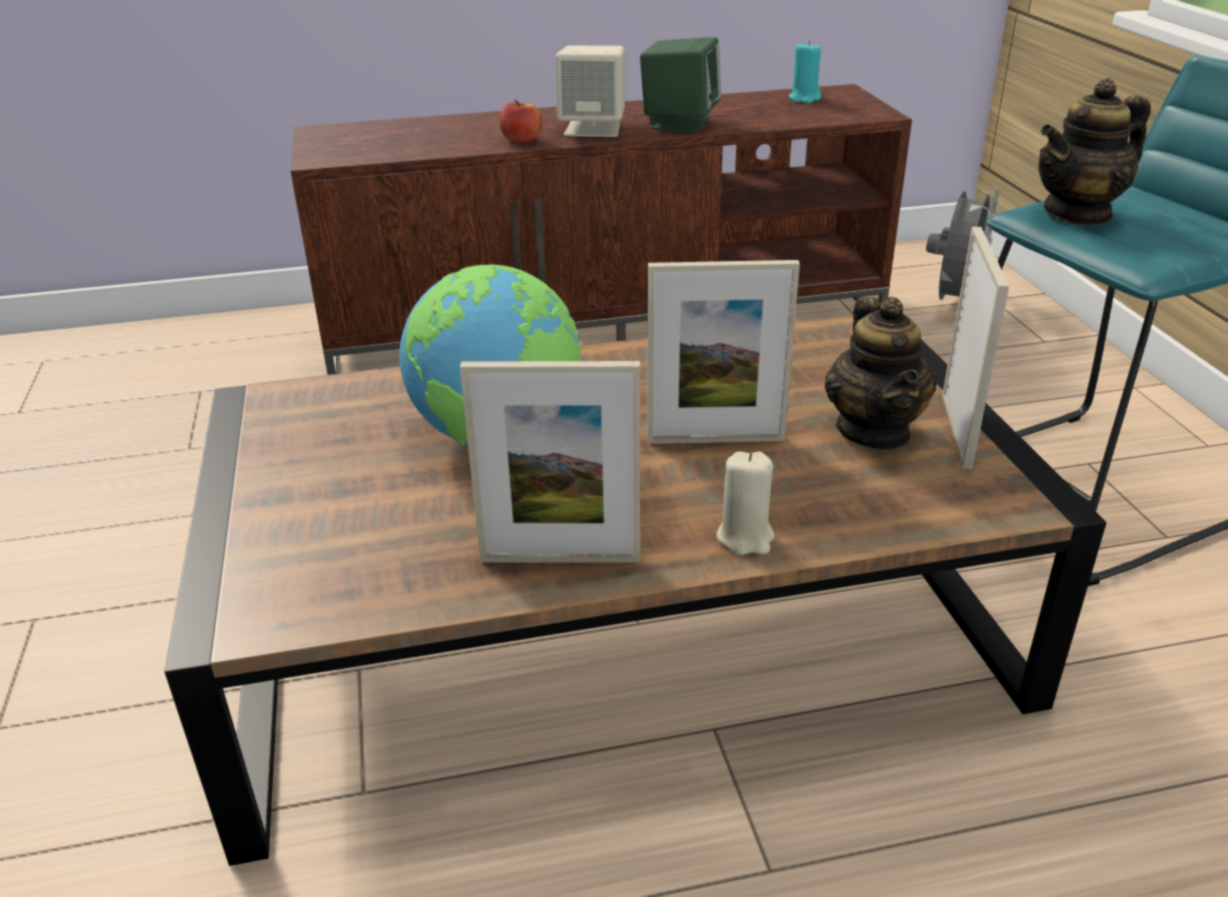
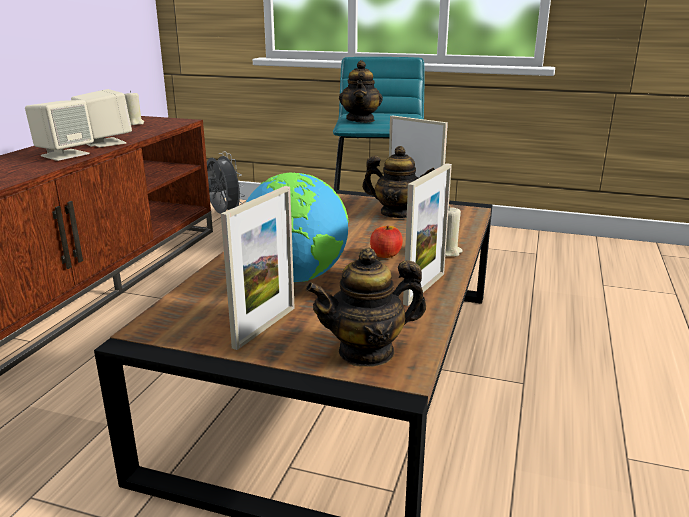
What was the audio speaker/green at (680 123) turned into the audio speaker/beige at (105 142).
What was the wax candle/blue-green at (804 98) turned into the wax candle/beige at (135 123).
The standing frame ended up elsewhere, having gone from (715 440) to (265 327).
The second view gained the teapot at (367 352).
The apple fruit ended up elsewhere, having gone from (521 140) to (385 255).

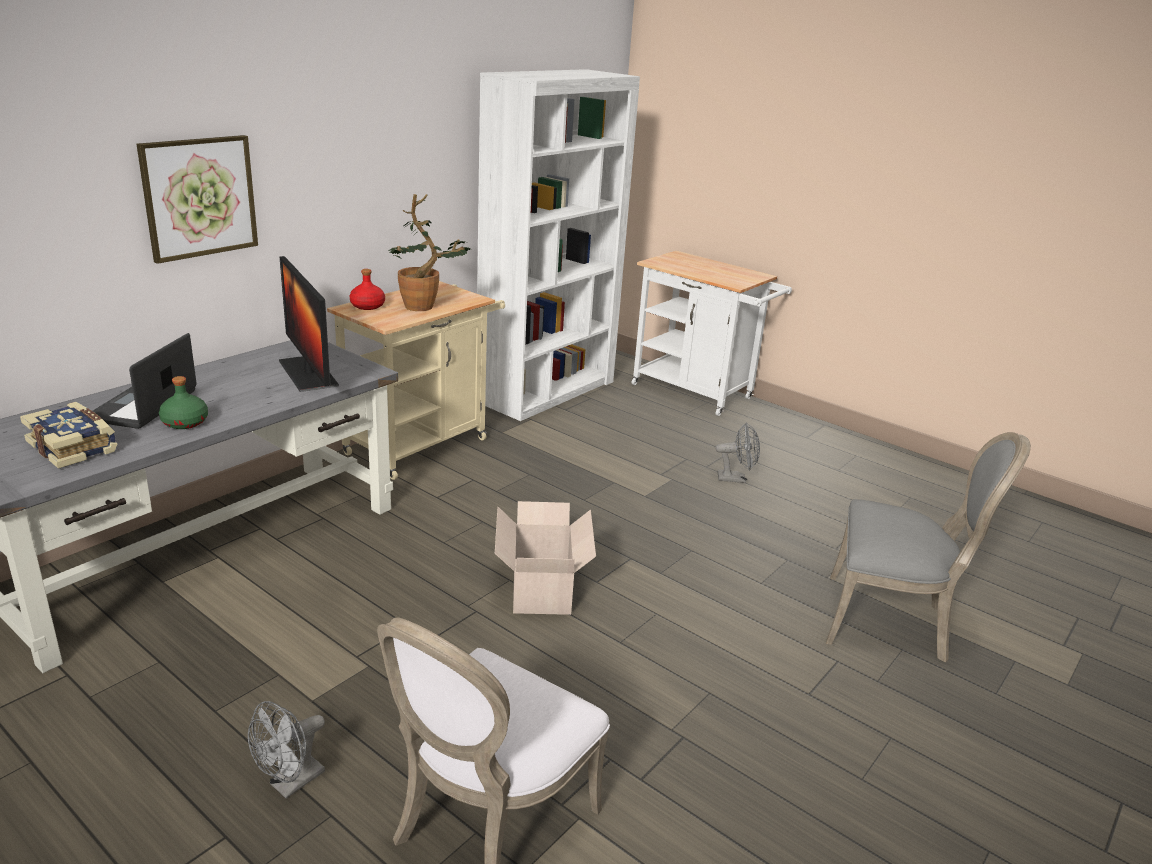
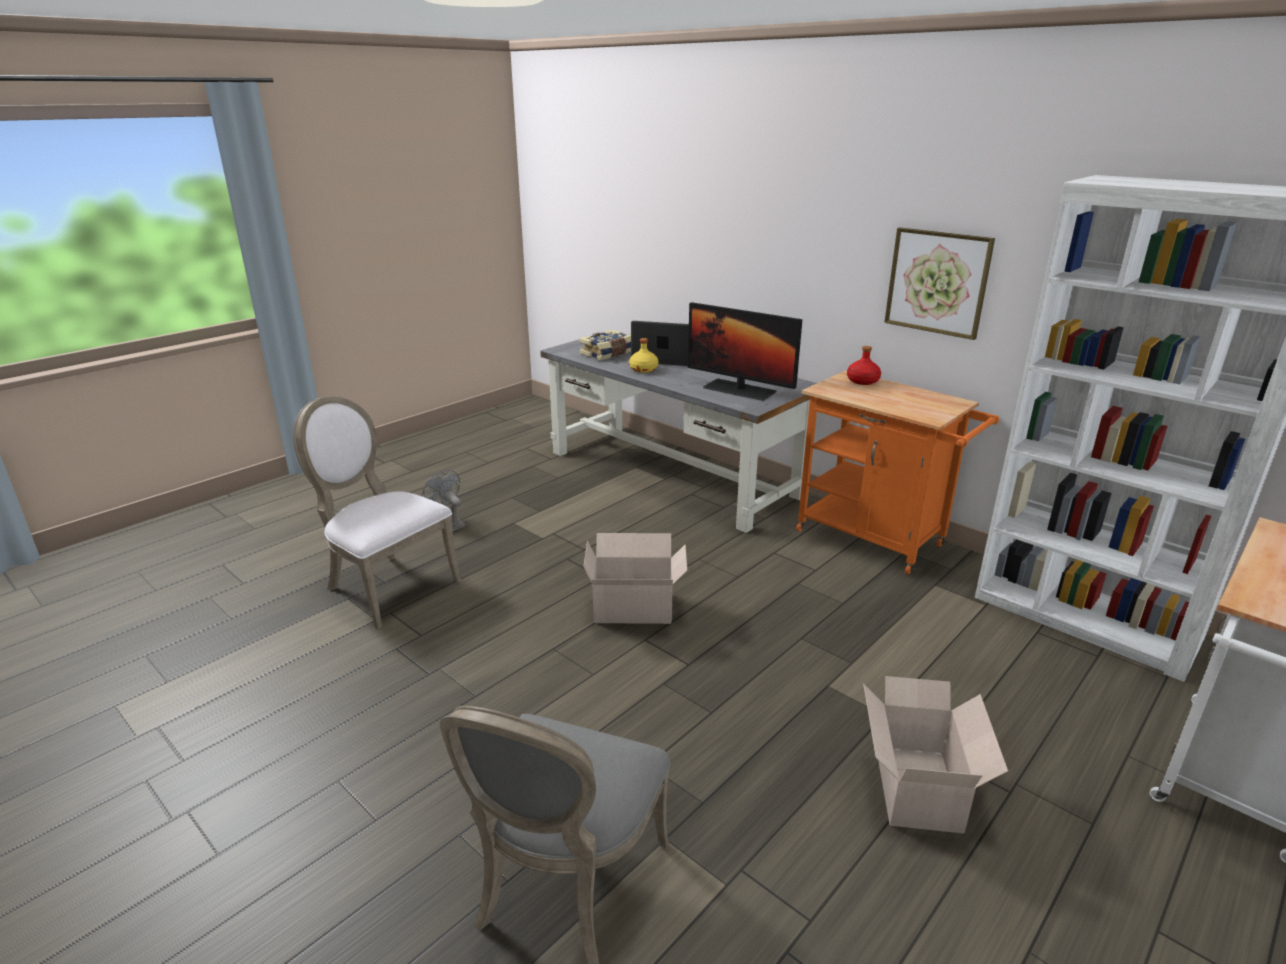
What was the bottle/green at (185 422) turned into the bottle/yellow-coloured at (643 369).
The computer screen at (308 373) ended up facing another way, 120 degrees counterclockwise from before.
What was the wheeled cart/beige at (423 443) turned into the wheeled cart/orangey at (878 540).
Where the cooling fan/greyish stood at (736 478), the packing box came to stand at (917 785).
The picture ended up elsewhere, having gone from (199 197) to (937 282).
The second view lost the houseplant at (426 306).

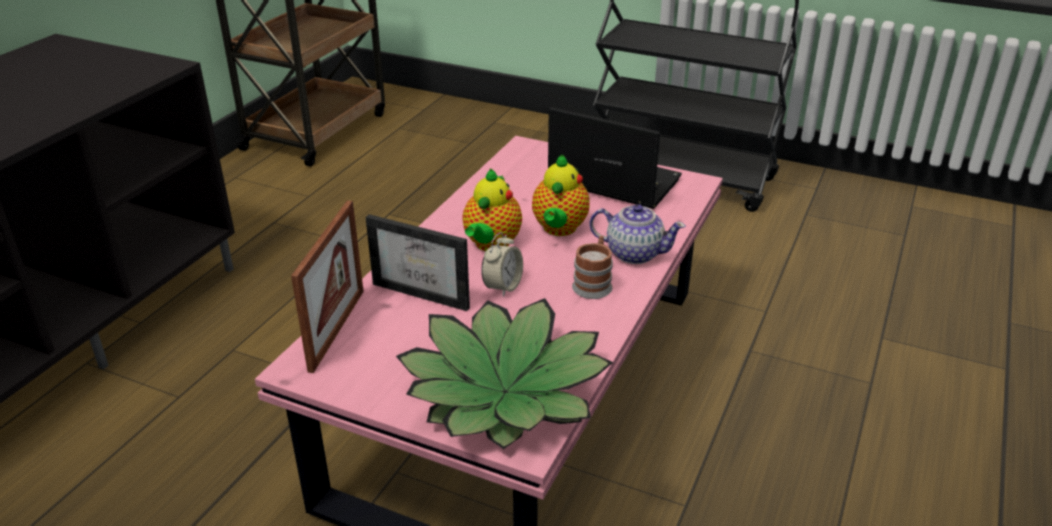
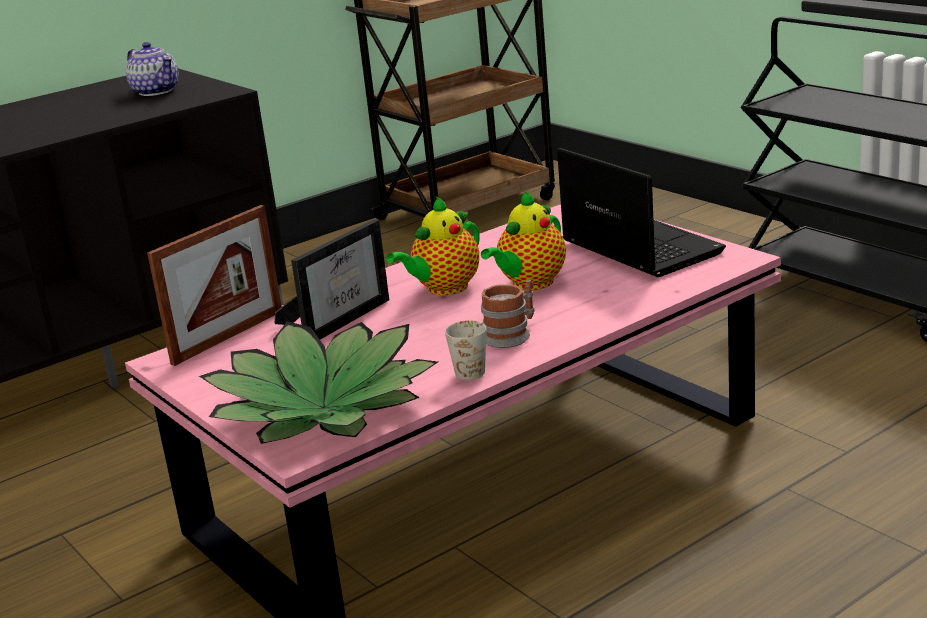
The teapot ended up elsewhere, having gone from (634 253) to (156 91).
The standing frame at (428 291) ended up facing another way, 105 degrees counterclockwise from before.
The second view gained the mug/whitish at (473 368).
The second view lost the bedside clock at (502 287).

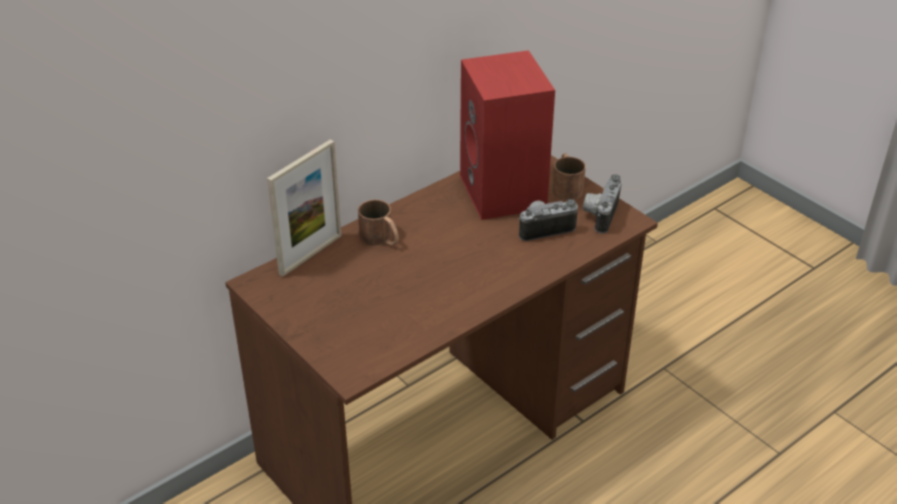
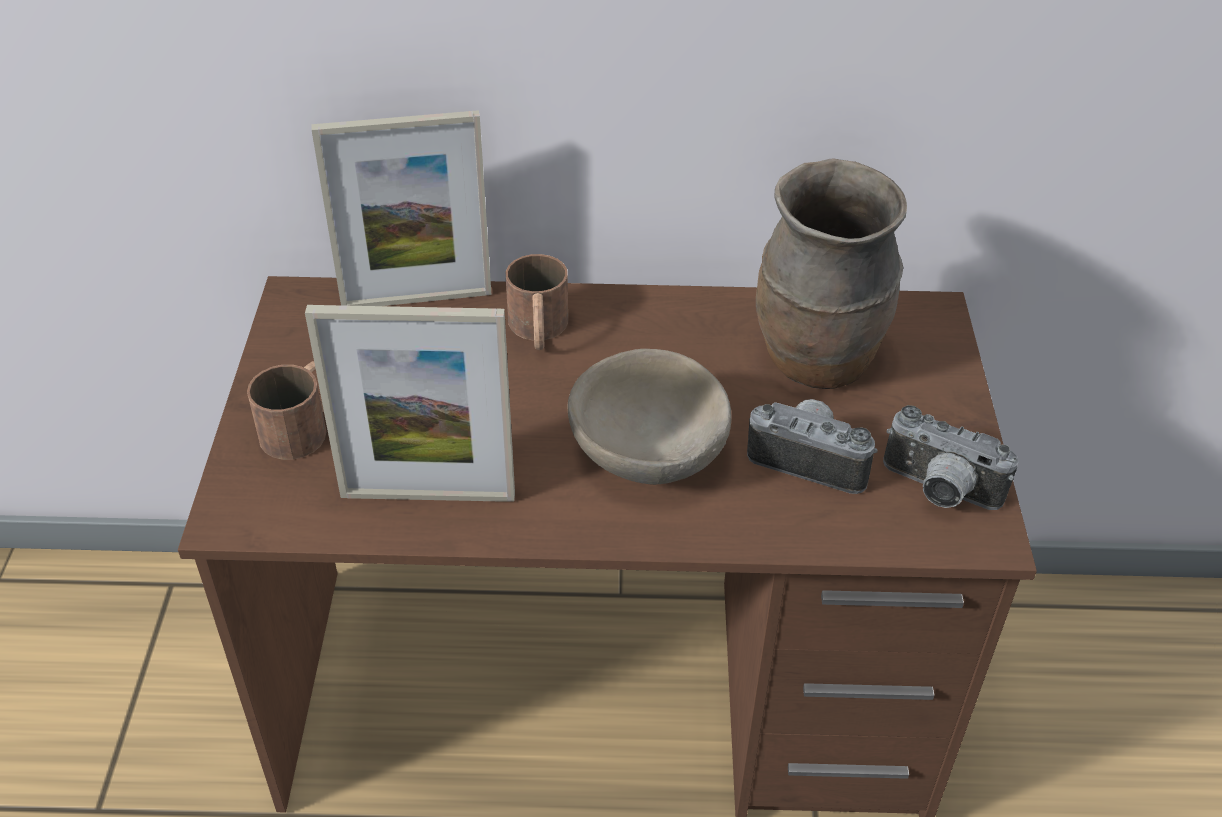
The mug/brown-coloured ended up elsewhere, having gone from (566 186) to (305 425).
The second view gained the standing frame at (428 495).
The second view gained the bowl/beige at (646 454).
Where the audio speaker/reddish stood at (505 193), the flower vase/brown-coloured came to stand at (817 363).
The photo camera at (599 215) ended up facing another way, 120 degrees counterclockwise from before.

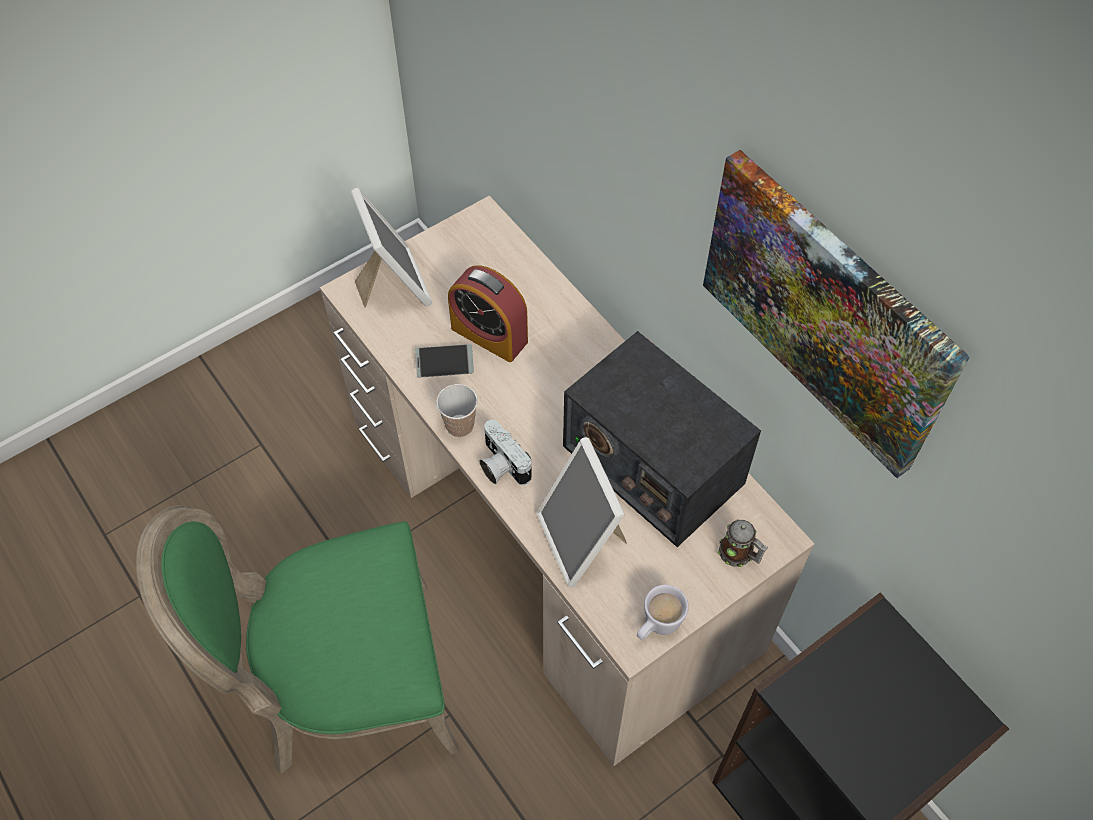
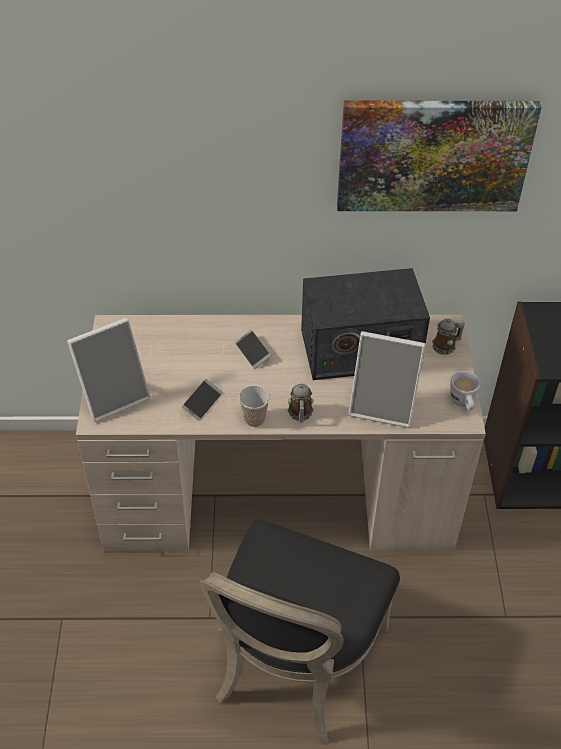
The standing frame at (392 284) ended up facing another way, 135 degrees clockwise from before.
What was the chair/green at (347 685) turned into the chair/blackish at (294 666).
The second view gained the handset at (252 352).
Where the photo camera stood at (500 465), the mug came to stand at (300 415).
The second view lost the bedside clock at (489 335).

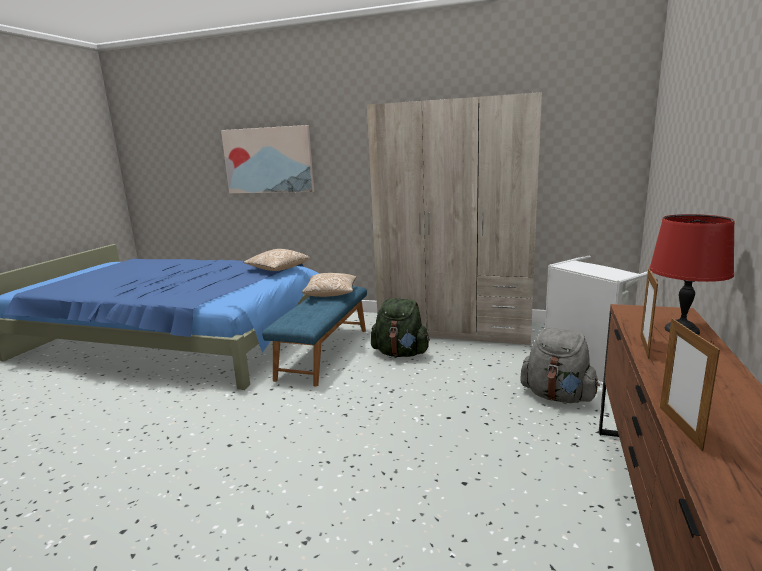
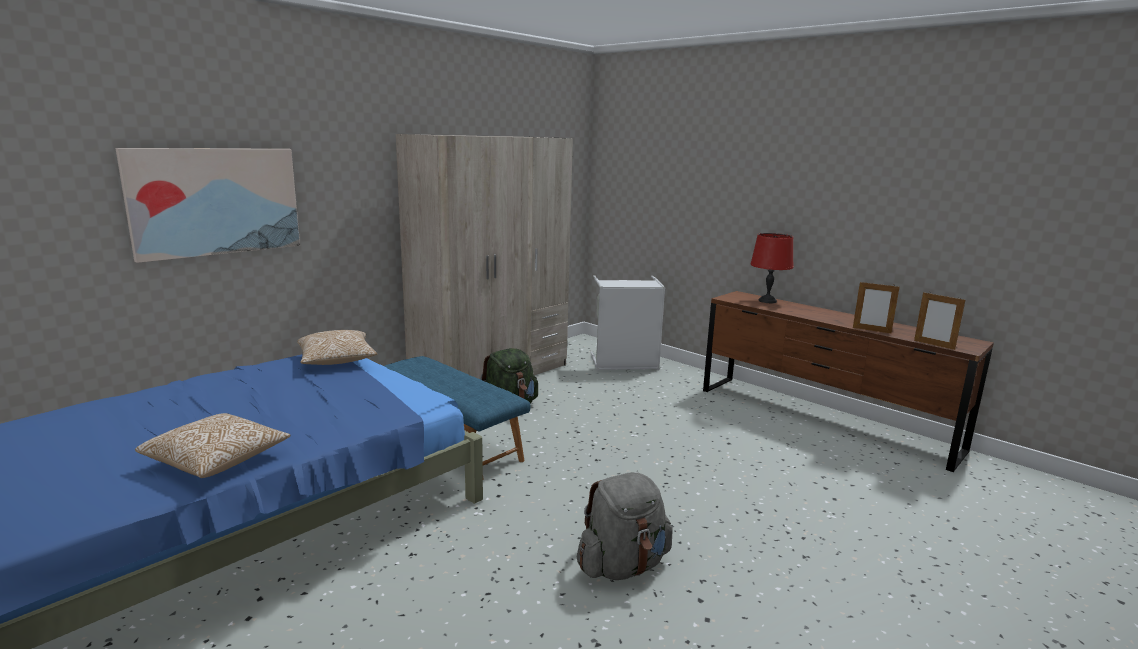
The throw pillow ended up elsewhere, having gone from (331 294) to (218 460).
The backpack/greyish ended up elsewhere, having gone from (557 396) to (623 566).
The standing frame ended up elsewhere, having gone from (644 347) to (934 345).

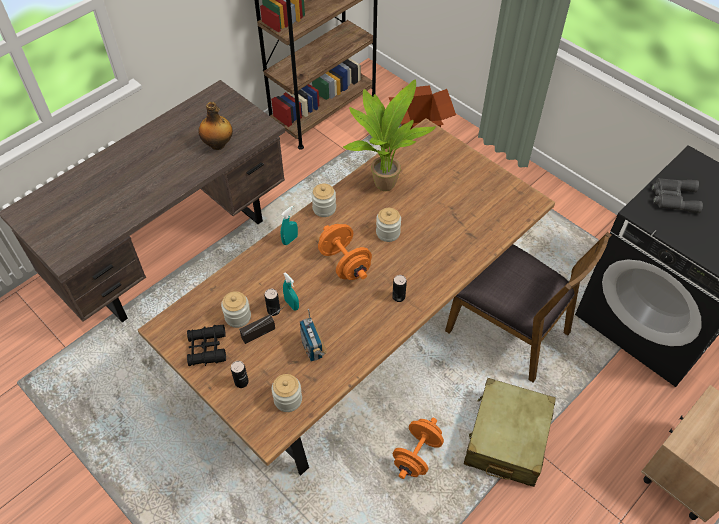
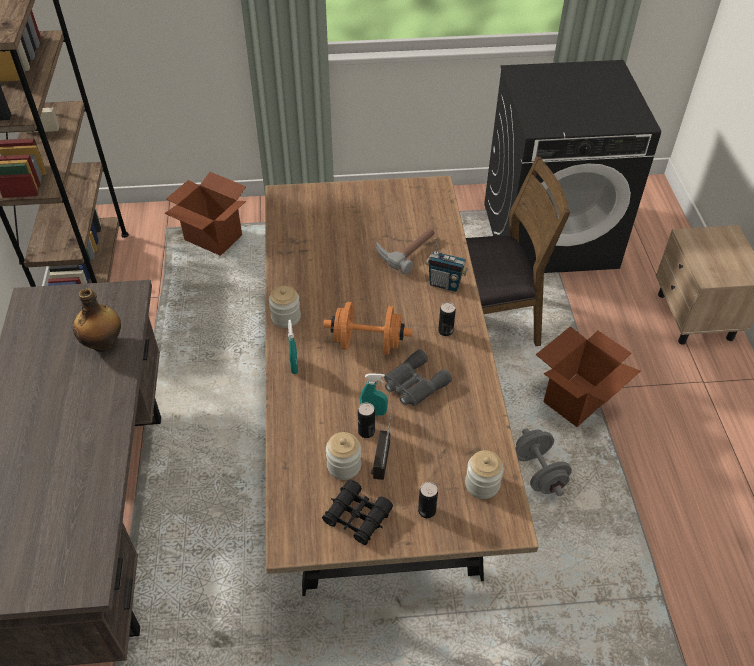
The second view gained the hammer at (406 250).
The pair of binoculars/greyish ended up elsewhere, having gone from (673 198) to (413 384).
The radio ended up elsewhere, having gone from (313 349) to (445 284).
What was the dumbbell/orangey at (417 455) turned into the dumbbell/greyish at (539 473).
Where the travel case/beige stood at (506 439), the packing box came to stand at (576 400).
The second view lost the houseplant at (383 183).
The second view lost the jar at (388 233).

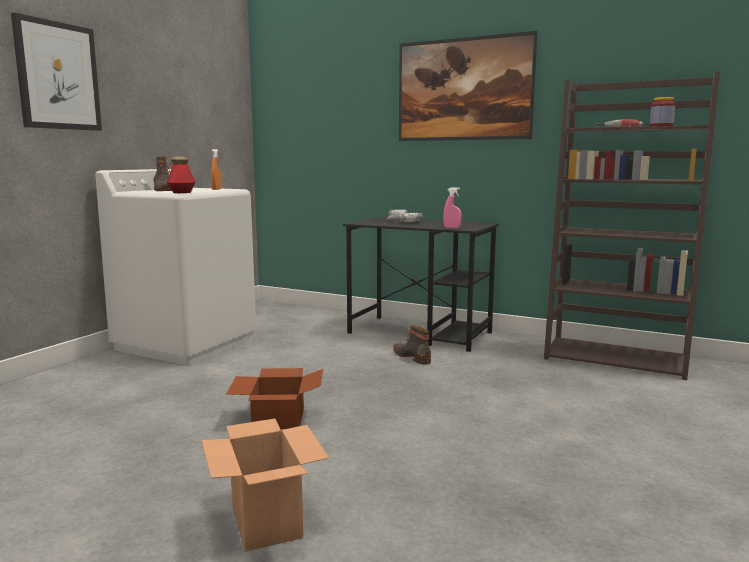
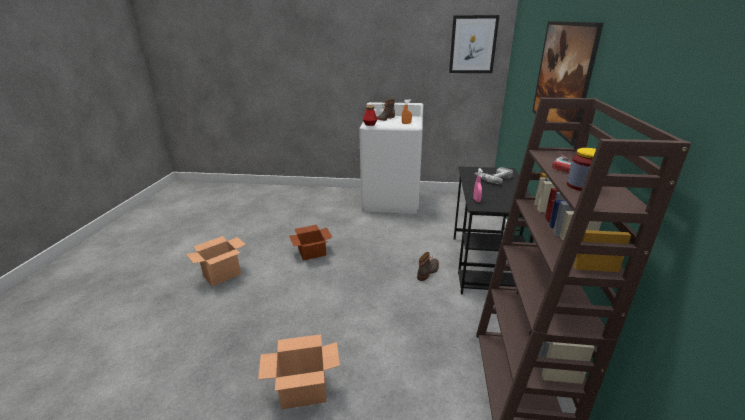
The second view gained the packing box at (303 392).
The picture ended up elsewhere, having gone from (58 76) to (473 44).

